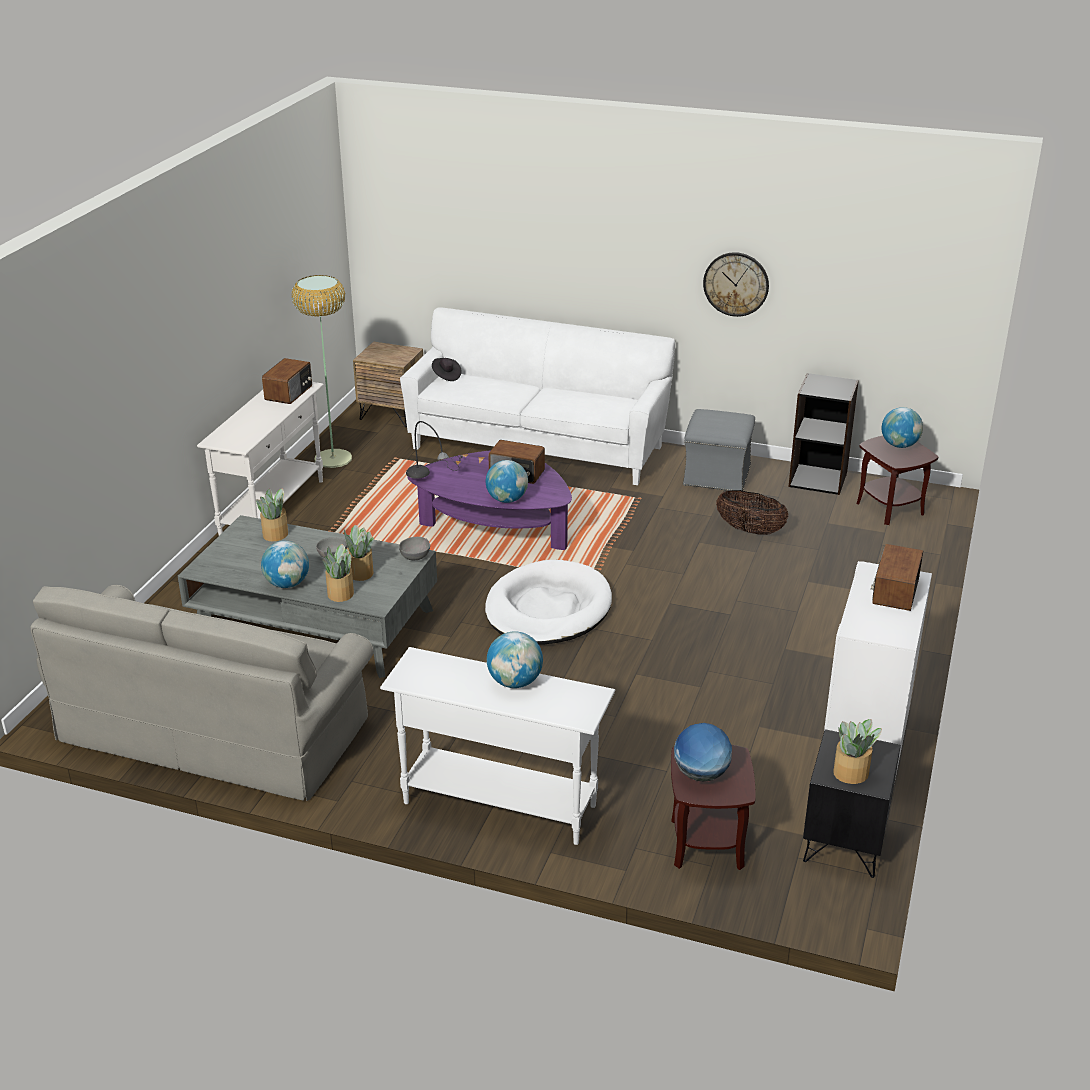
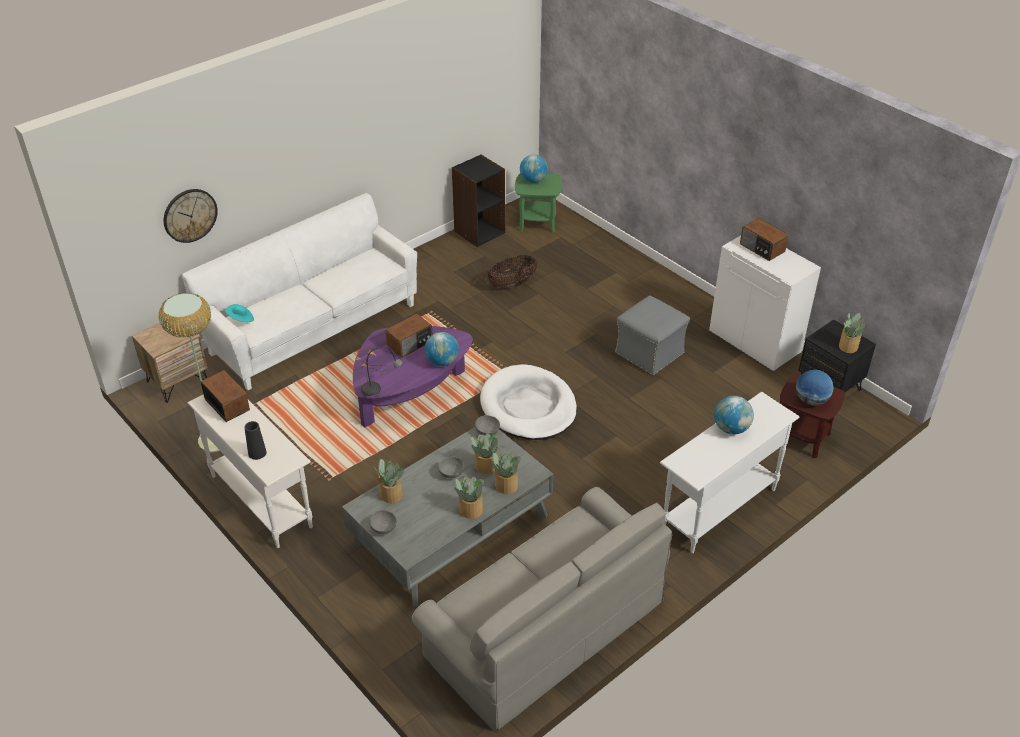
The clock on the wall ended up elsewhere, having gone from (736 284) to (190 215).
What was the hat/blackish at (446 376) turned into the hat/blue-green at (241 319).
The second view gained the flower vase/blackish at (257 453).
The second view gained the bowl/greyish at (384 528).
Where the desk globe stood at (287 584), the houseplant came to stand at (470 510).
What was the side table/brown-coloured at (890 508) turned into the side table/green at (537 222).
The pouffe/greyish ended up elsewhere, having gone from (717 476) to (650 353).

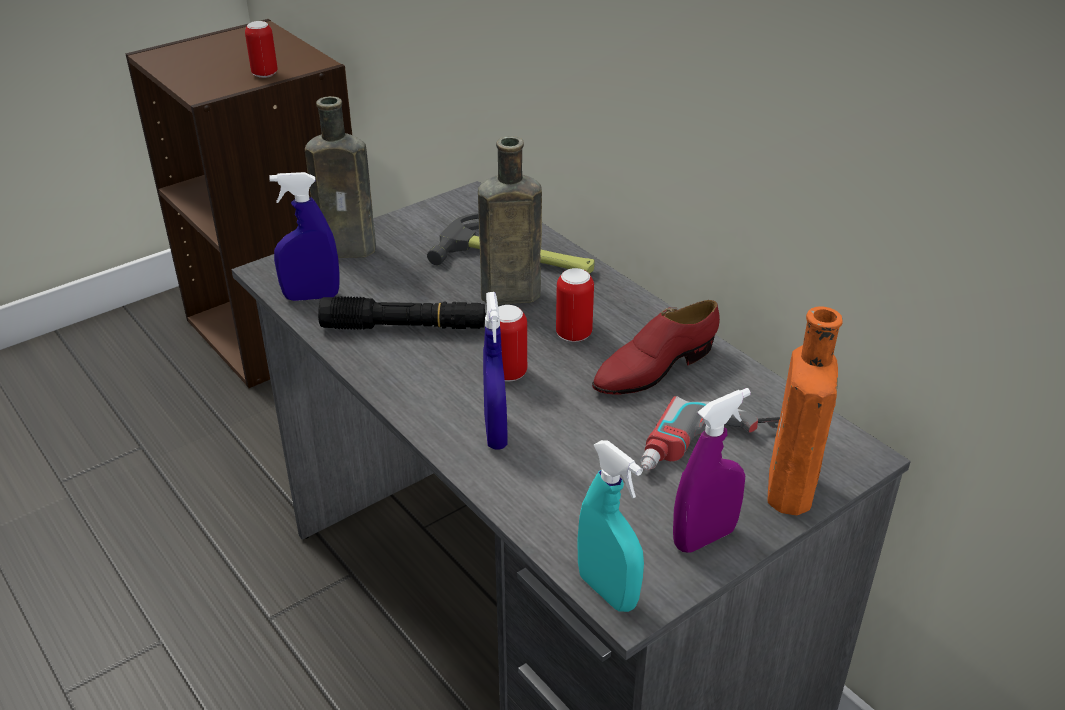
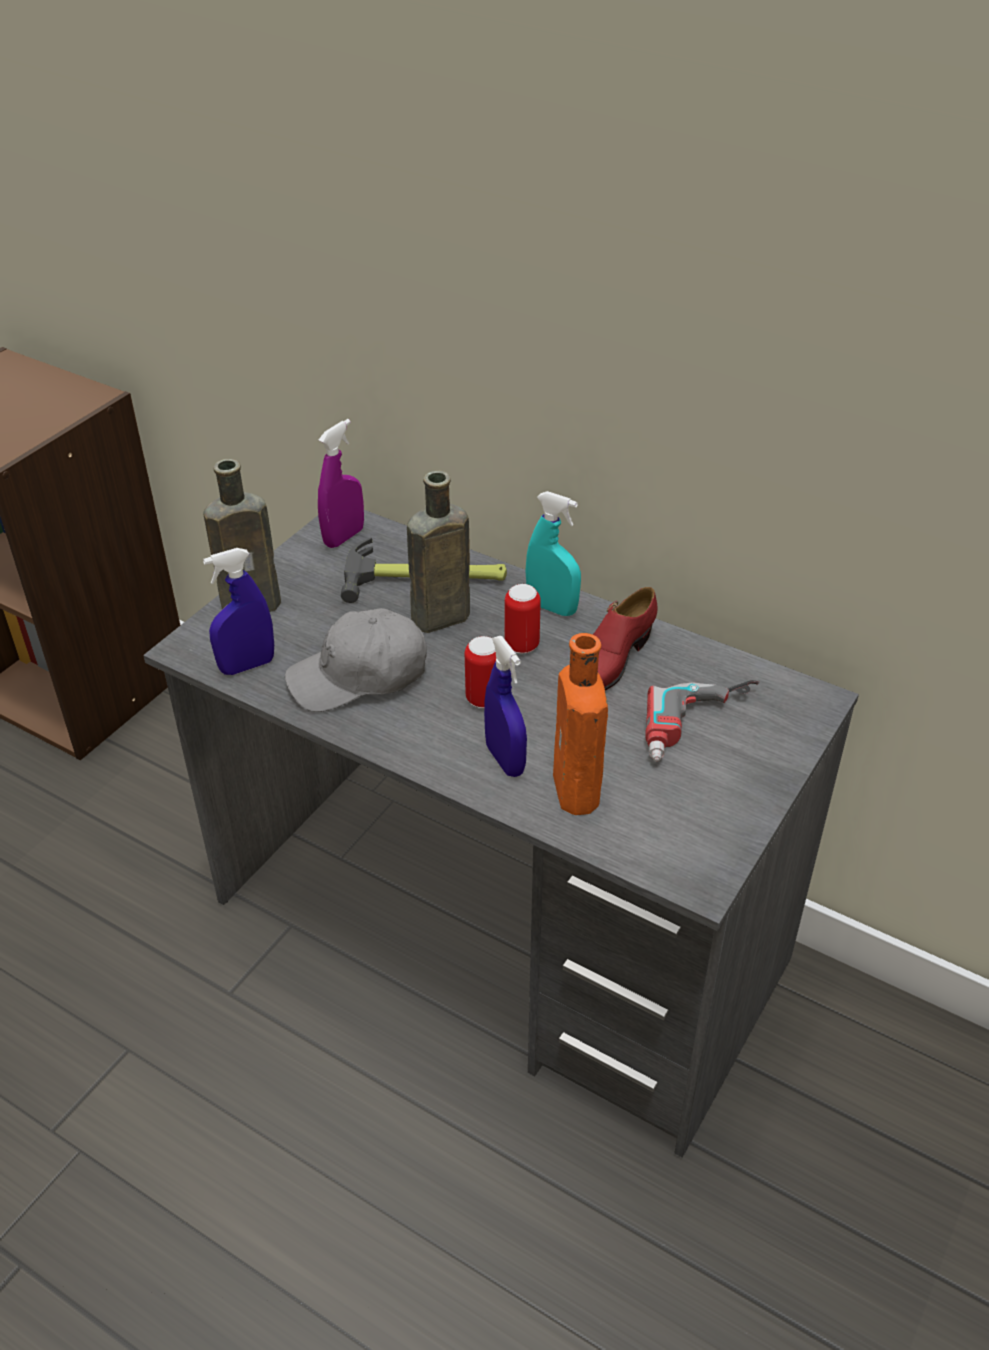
Where the torch/blackish stood at (404 327), the cap/greyish came to stand at (359 676).
The spray bottle/purple-coloured ended up elsewhere, having gone from (704 538) to (344 537).
The spray bottle/blue-green ended up elsewhere, having gone from (607 591) to (552 607).
The bottle/orangey ended up elsewhere, having gone from (790 492) to (577 793).
The second view lost the sealed can at (265 74).

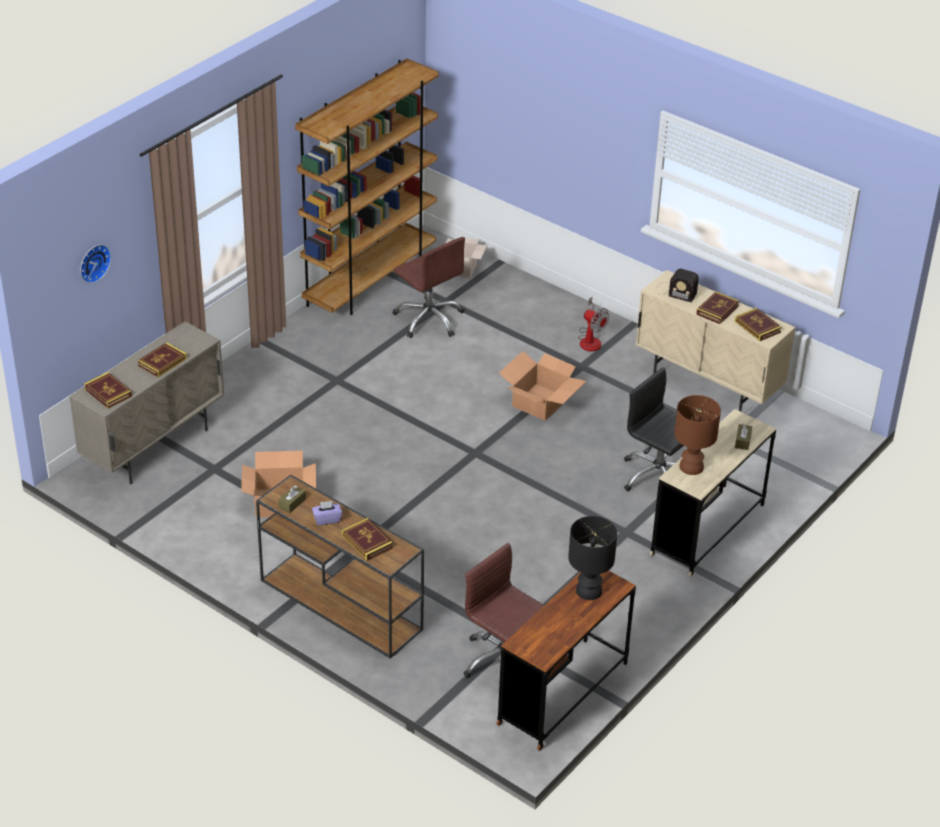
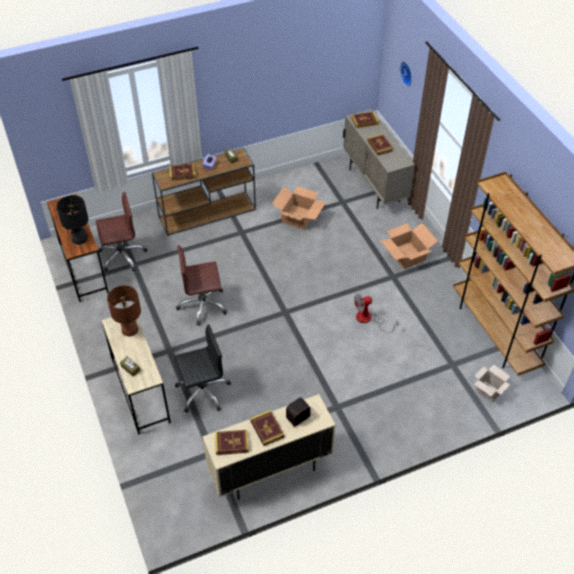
The computer chair/brown-coloured ended up elsewhere, having gone from (429 319) to (203 305).
The cooling fan ended up elsewhere, having gone from (590 339) to (369 319).
The packing box ended up elsewhere, having gone from (541 402) to (406 255).

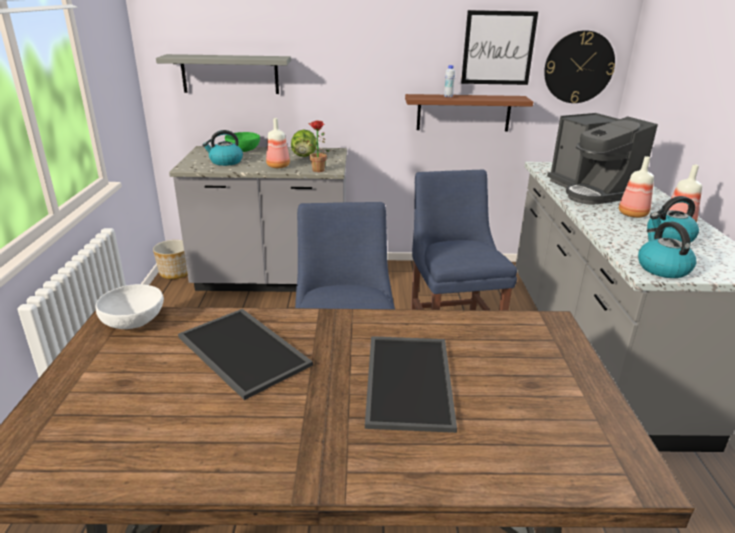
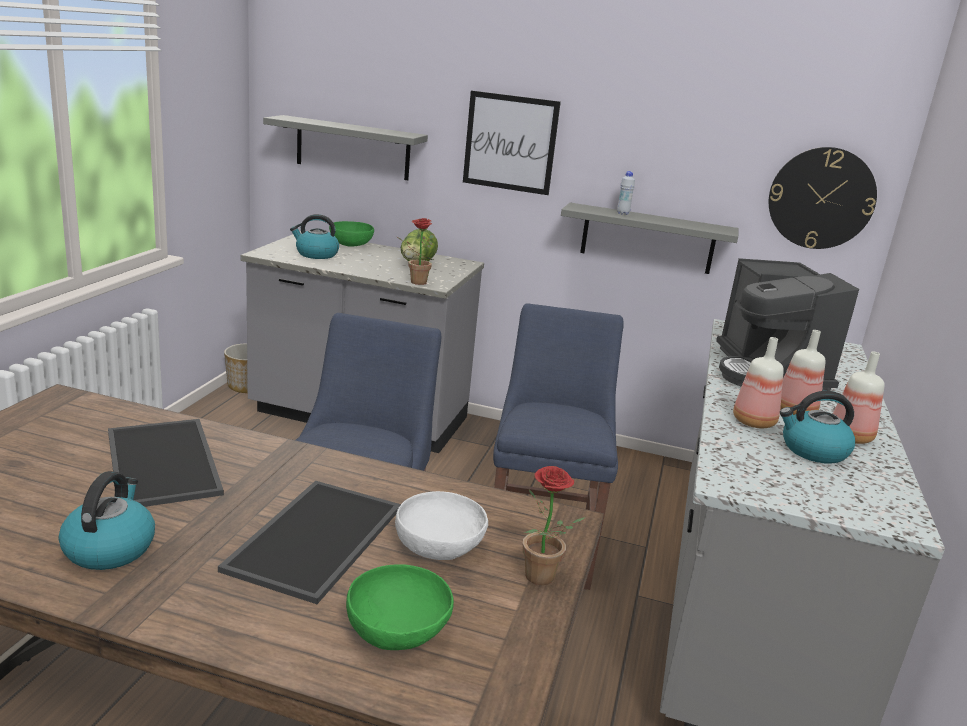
The kettle ended up elsewhere, having gone from (662 268) to (110 548).
The second view gained the bowl/green at (398 632).
The bowl/whitish ended up elsewhere, having gone from (134 321) to (440 547).
The picture ended up elsewhere, having gone from (498 48) to (510 143).
The second view gained the houseplant at (541 580).
What was the wall shelf/brown-coloured at (463 113) turned into the wall shelf/greyish at (647 239).
The bottle ended up elsewhere, having gone from (278 166) to (753 421).

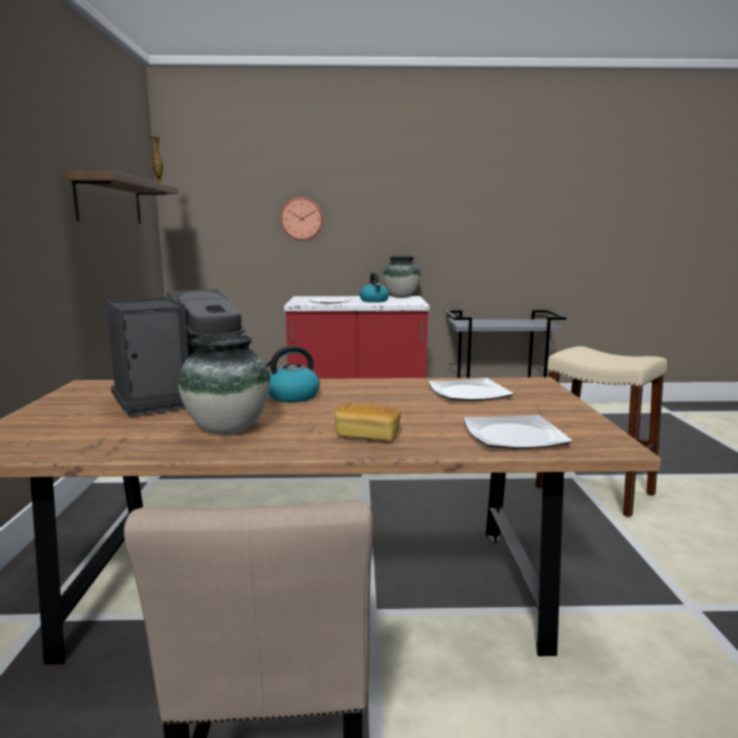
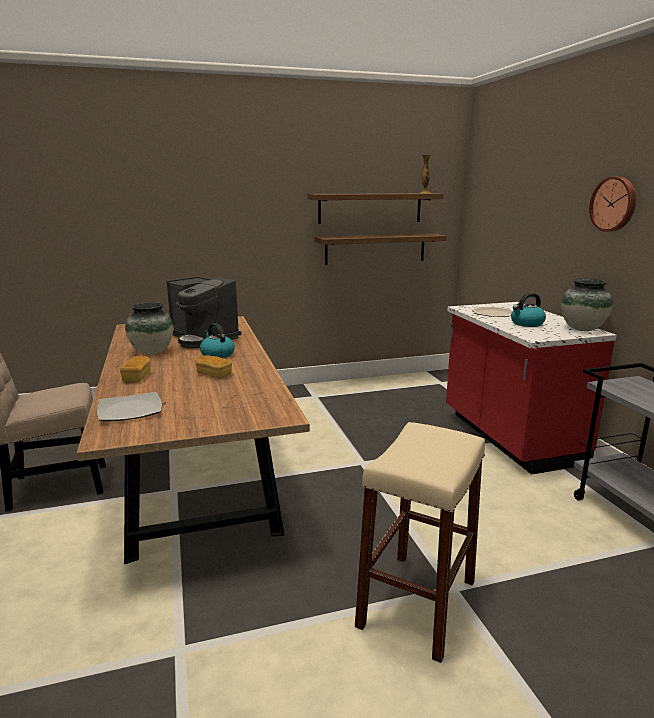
The second view gained the bread at (214 374).
The second view gained the wall shelf at (375 248).
The clock on the wall ended up elsewhere, having gone from (302 219) to (614 204).
The second view lost the flat dish at (469 393).

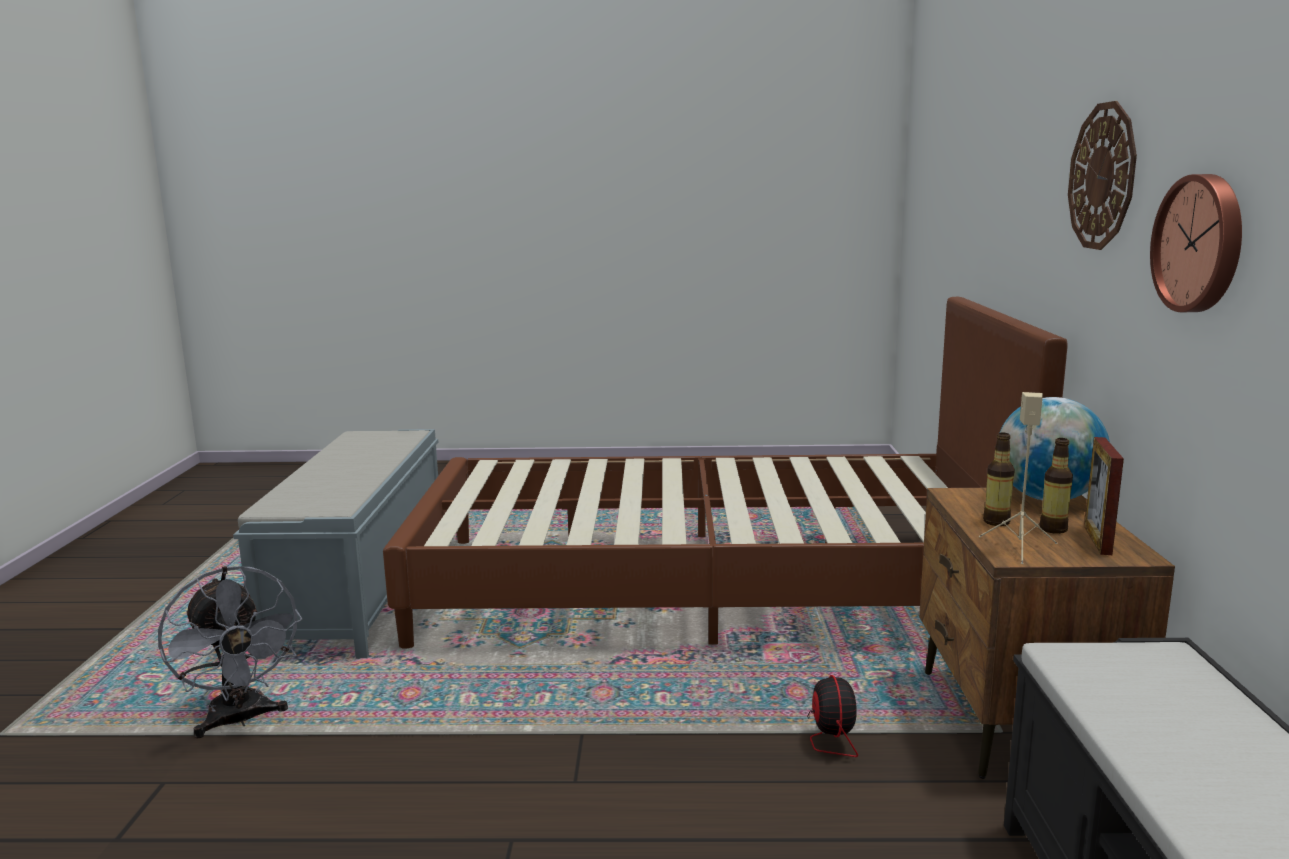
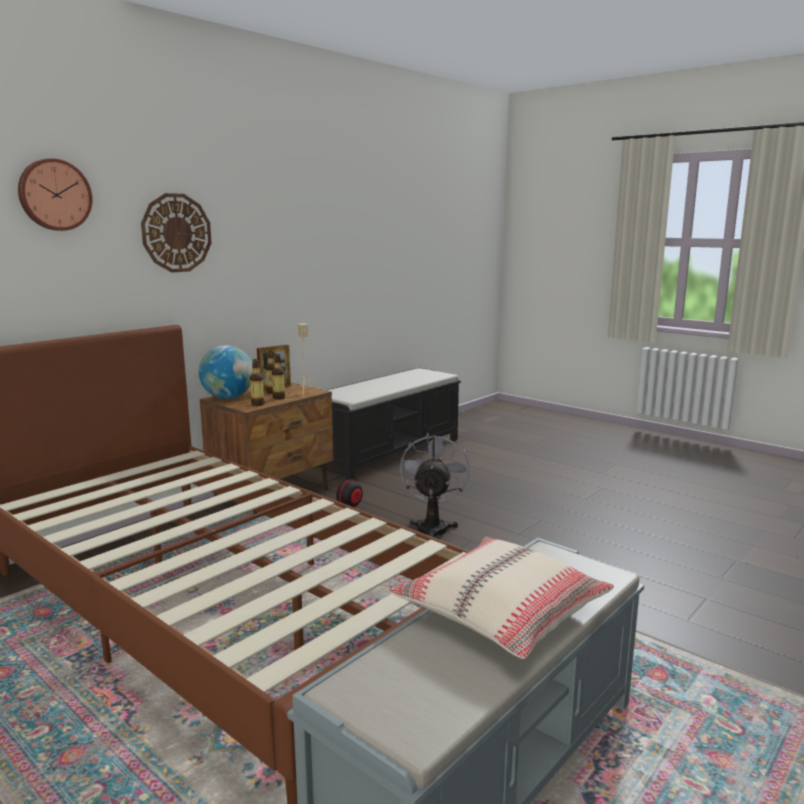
The clock on the wall ended up elsewhere, having gone from (1201 244) to (54 195).
The second view gained the bottle at (257 404).
The second view gained the throw pillow/beige at (501 611).
The cooling fan/greyish ended up elsewhere, having gone from (241 720) to (433 527).

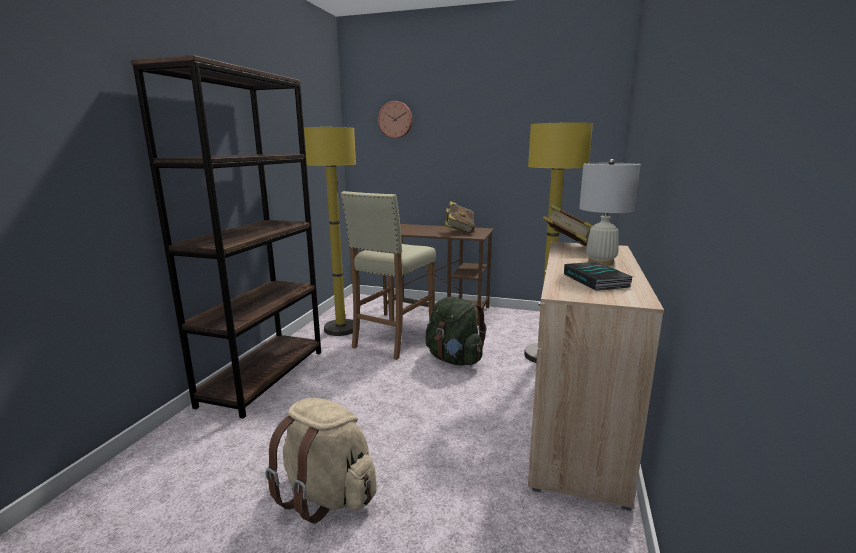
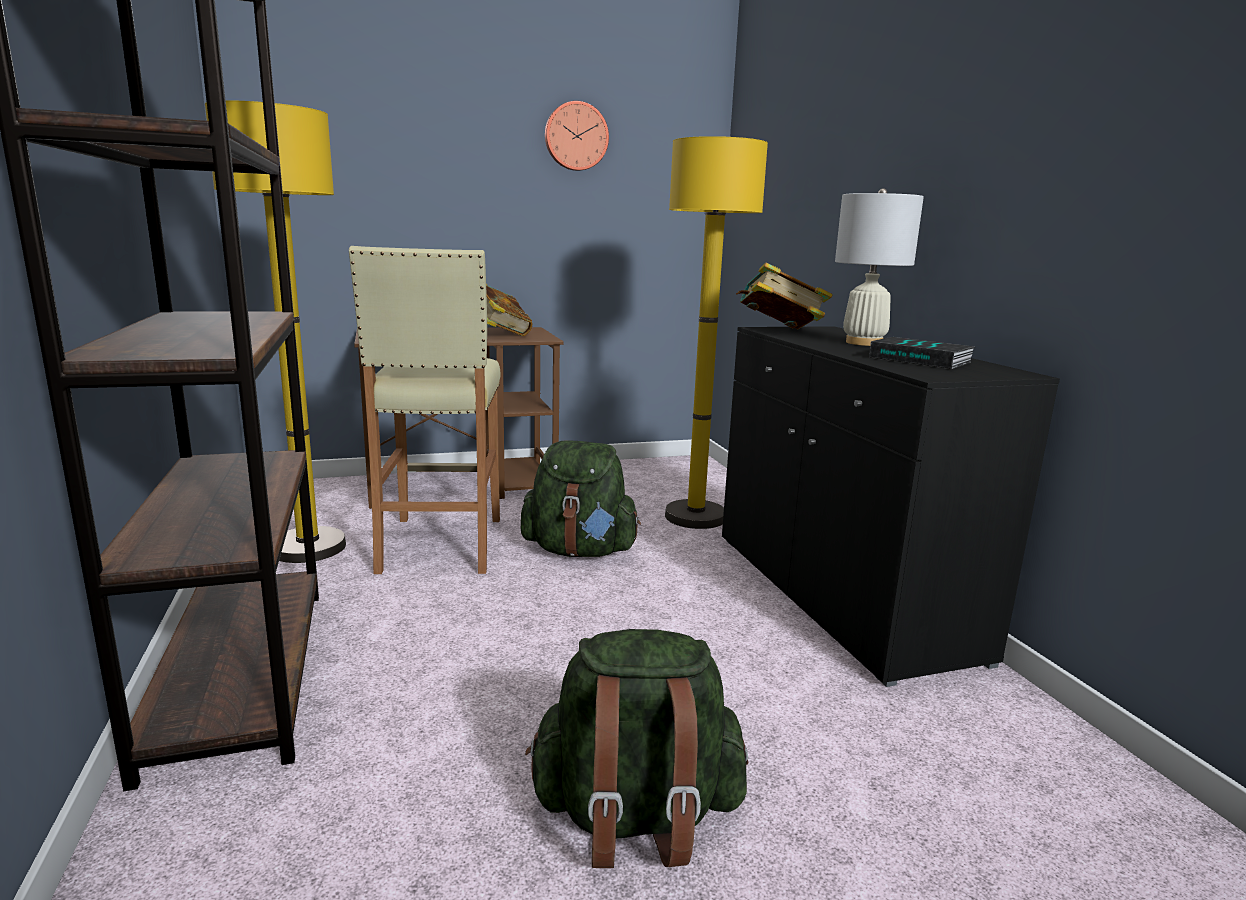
What was the backpack/beige at (327 494) turned into the backpack/green at (636 816).
The clock on the wall ended up elsewhere, having gone from (396 119) to (576 136).
What was the cupboard/beige at (576 427) turned into the cupboard/blackish at (838 594).

